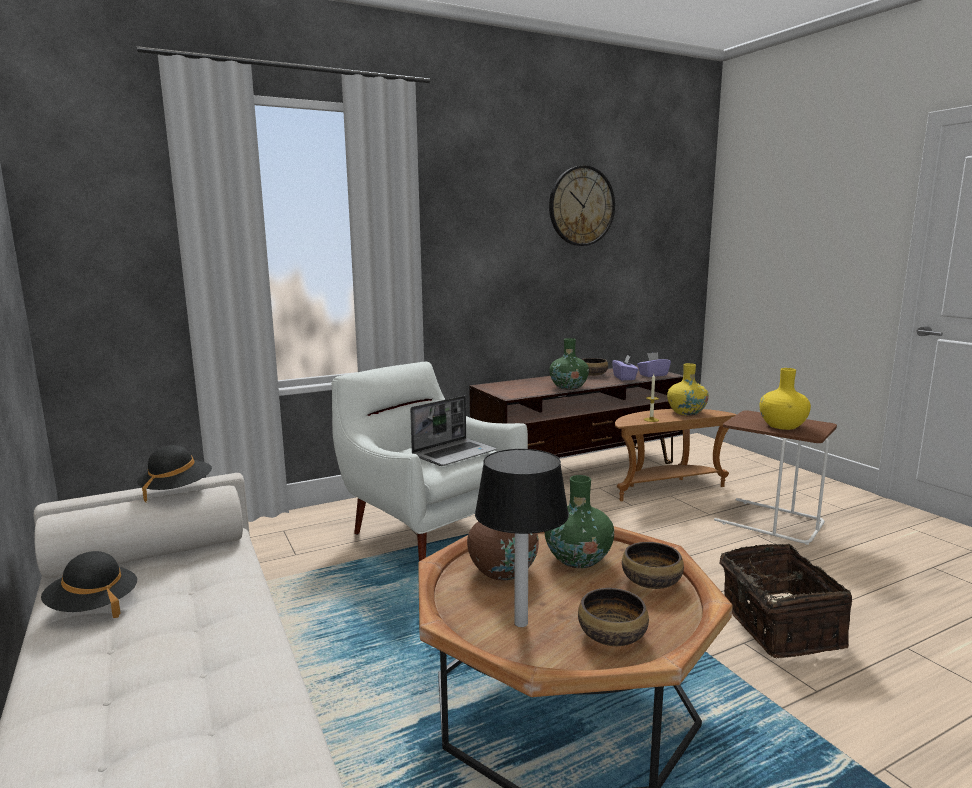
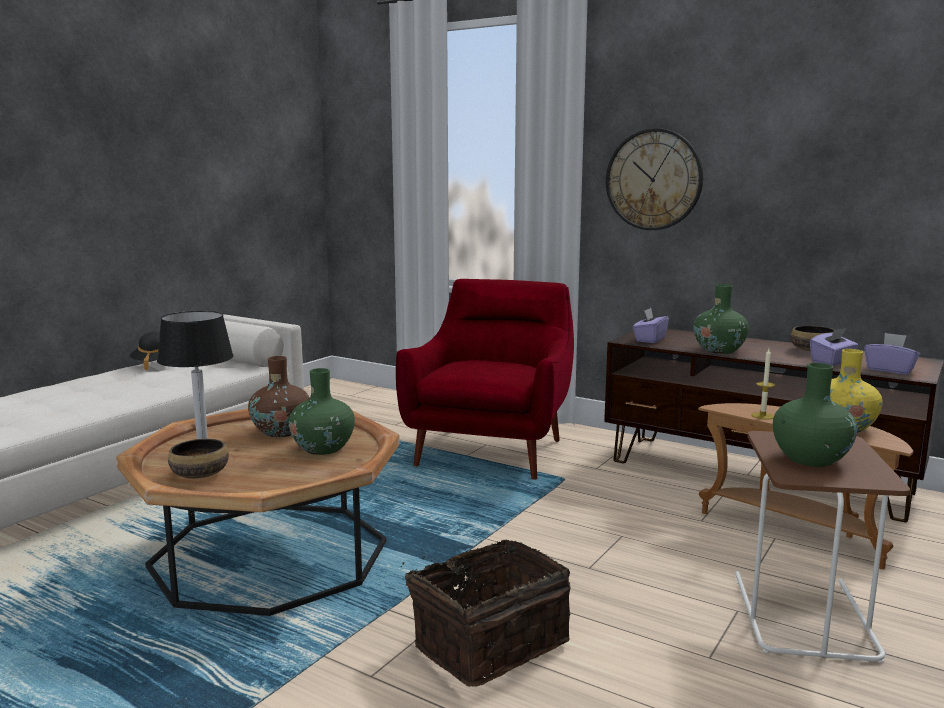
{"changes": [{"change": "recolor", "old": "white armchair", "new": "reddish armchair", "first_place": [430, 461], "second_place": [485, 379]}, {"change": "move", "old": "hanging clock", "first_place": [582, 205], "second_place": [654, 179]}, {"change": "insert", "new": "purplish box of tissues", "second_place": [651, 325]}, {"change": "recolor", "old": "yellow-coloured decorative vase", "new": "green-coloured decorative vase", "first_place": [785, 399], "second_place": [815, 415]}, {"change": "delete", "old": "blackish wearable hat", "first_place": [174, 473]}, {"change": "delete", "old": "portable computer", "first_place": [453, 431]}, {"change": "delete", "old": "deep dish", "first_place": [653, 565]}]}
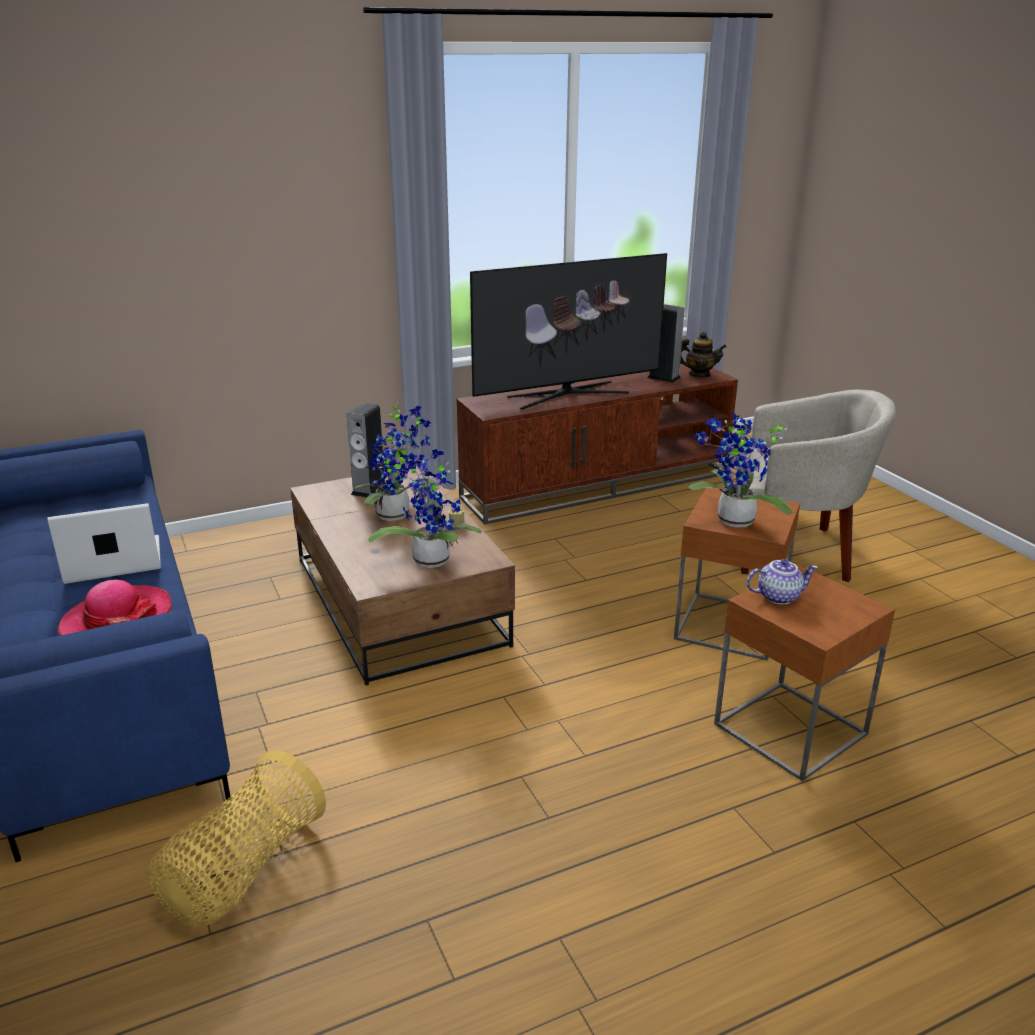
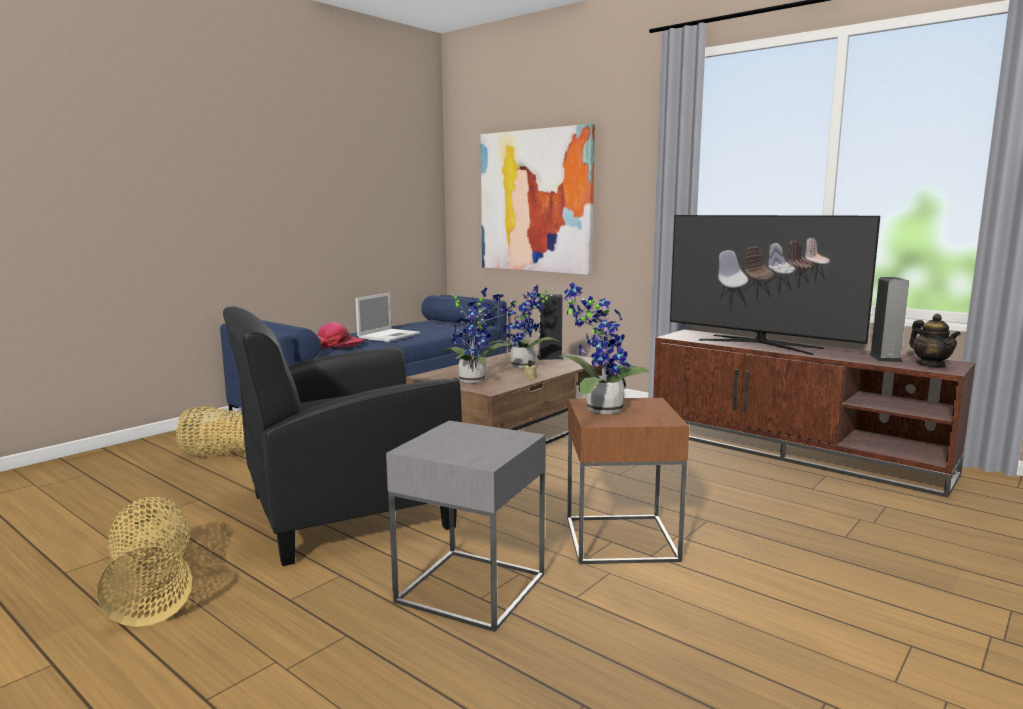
{"changes": [{"change": "insert", "new": "storage basket", "second_place": [144, 562]}, {"change": "insert", "new": "blackish armchair", "second_place": [342, 436]}, {"change": "rotate", "old": "portable computer", "first_place": [104, 543], "second_place": [388, 317], "degrees": 75}, {"change": "recolor", "old": "brown-coloured accent table", "new": "greyish accent table", "first_place": [804, 673], "second_place": [466, 526]}, {"change": "insert", "new": "picture", "second_place": [537, 199]}, {"change": "delete", "old": "beige armchair", "first_place": [815, 486]}, {"change": "delete", "old": "pot for tea", "first_place": [782, 582]}]}
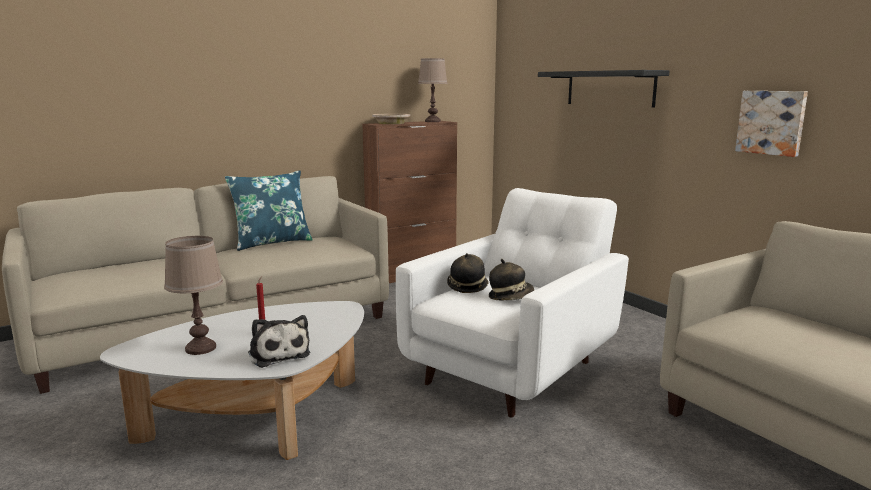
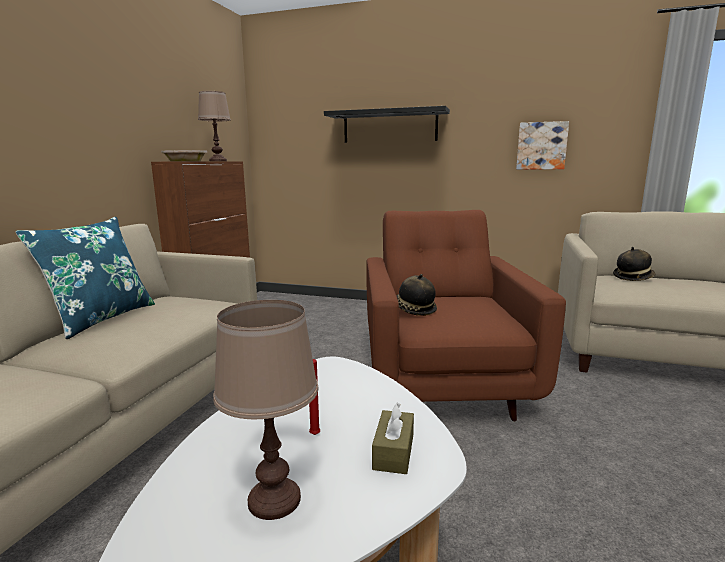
{"changes": [{"change": "recolor", "old": "white armchair", "new": "brown-coloured armchair", "first_place": [512, 303], "second_place": [466, 315]}, {"change": "replace", "old": "cuddly toy", "new": "brown-coloured box of tissues", "first_place": [279, 341], "second_place": [393, 438]}, {"change": "move", "old": "wearable hat", "first_place": [511, 280], "second_place": [634, 264]}]}
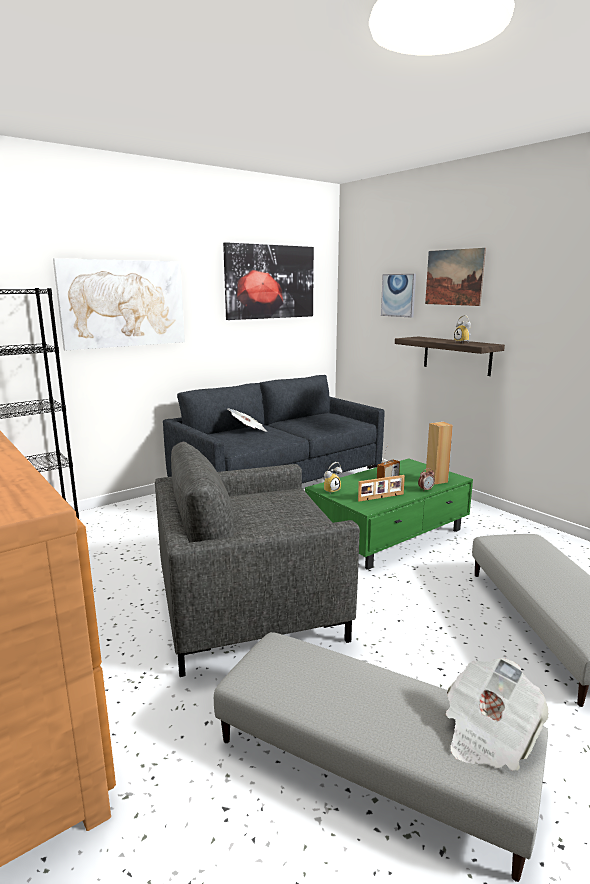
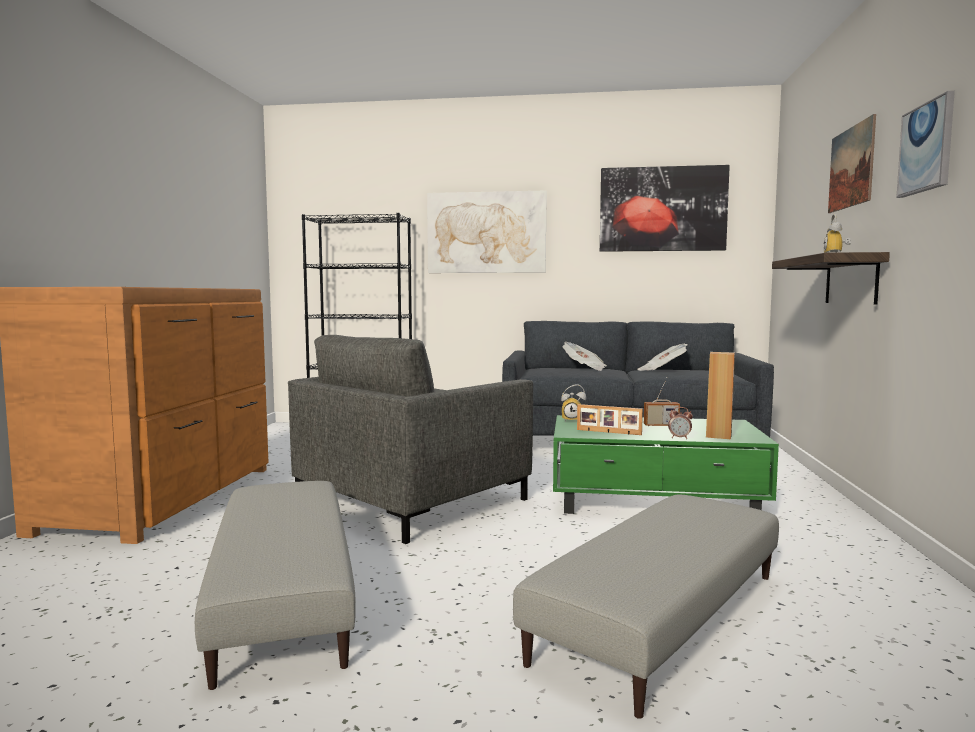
{"changes": [{"change": "rotate", "old": "greyish armchair", "first_place": [257, 559], "second_place": [410, 439], "degrees": -75}, {"change": "move", "old": "printed paper", "first_place": [497, 714], "second_place": [662, 357]}, {"change": "move", "old": "picture", "first_place": [398, 296], "second_place": [925, 144]}]}
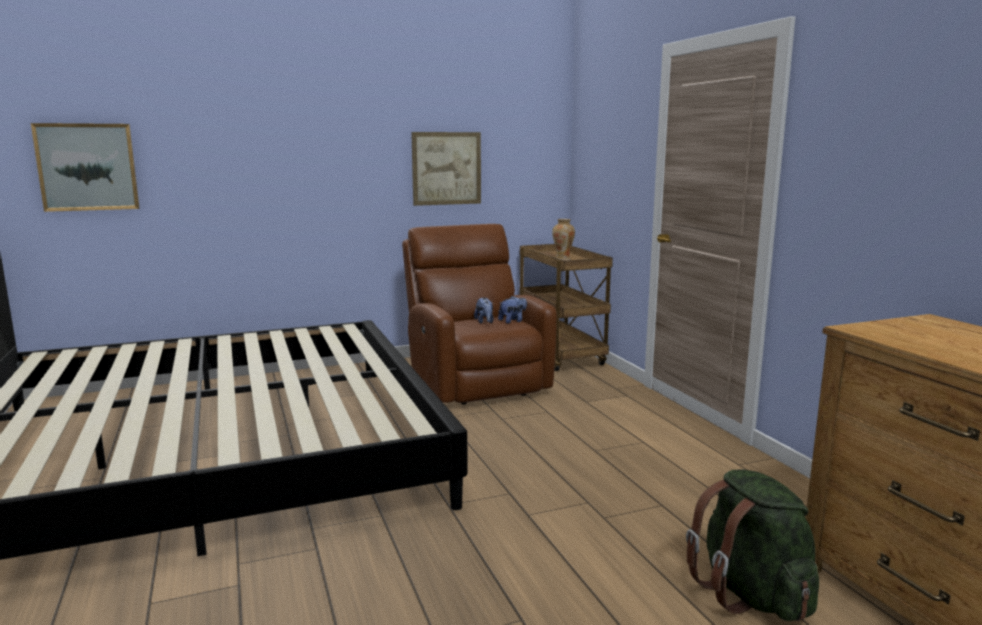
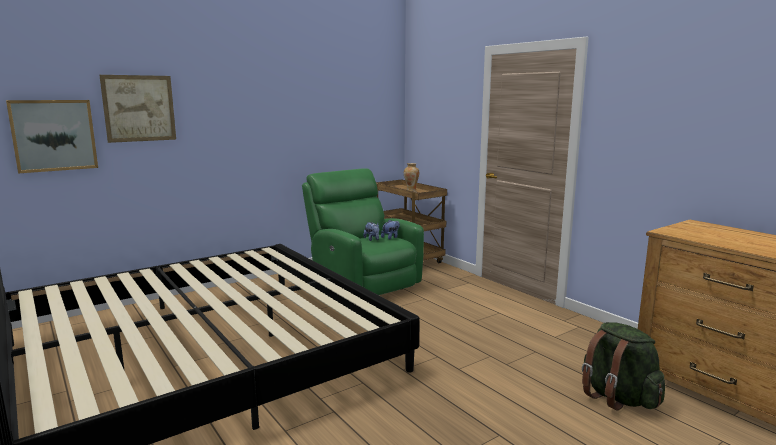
{"changes": [{"change": "move", "old": "picture", "first_place": [446, 169], "second_place": [137, 109]}, {"change": "recolor", "old": "brown-coloured armchair", "new": "green-coloured armchair", "first_place": [479, 314], "second_place": [363, 231]}]}
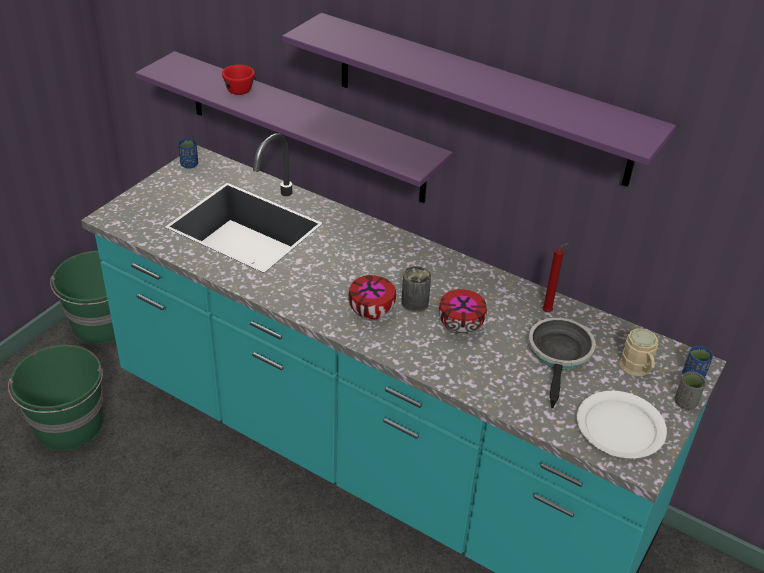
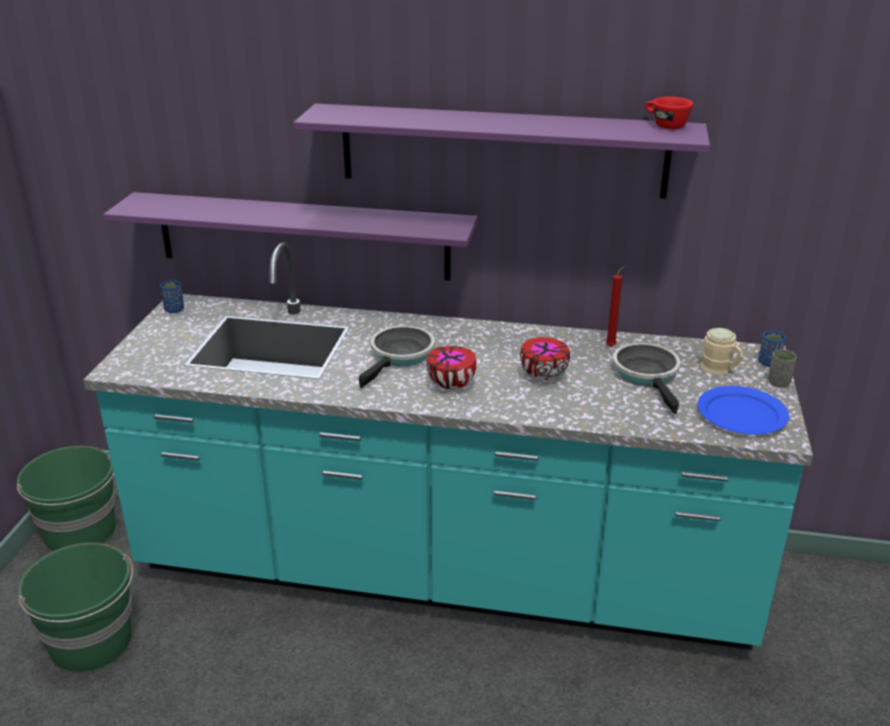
{"changes": [{"change": "insert", "new": "skillet", "second_place": [397, 357]}, {"change": "move", "old": "reddish cup", "first_place": [238, 80], "second_place": [669, 113]}, {"change": "recolor", "old": "white dinner plate", "new": "bluish dinner plate", "first_place": [622, 424], "second_place": [743, 410]}, {"change": "delete", "old": "can", "first_place": [416, 289]}]}
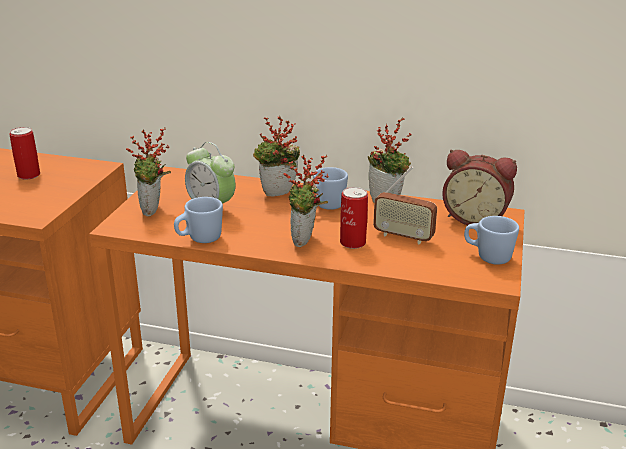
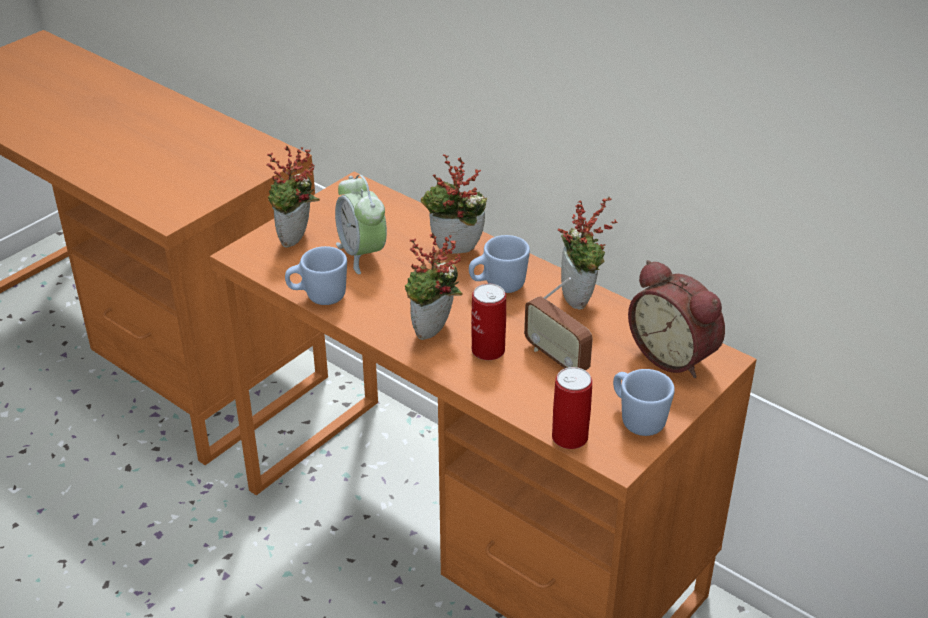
{"changes": [{"change": "move", "old": "can", "first_place": [24, 153], "second_place": [572, 408]}]}
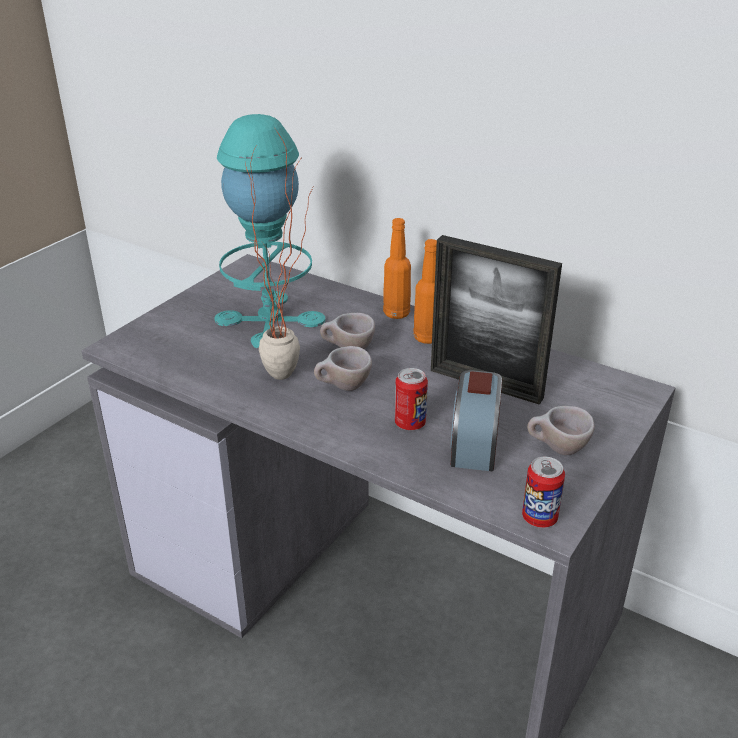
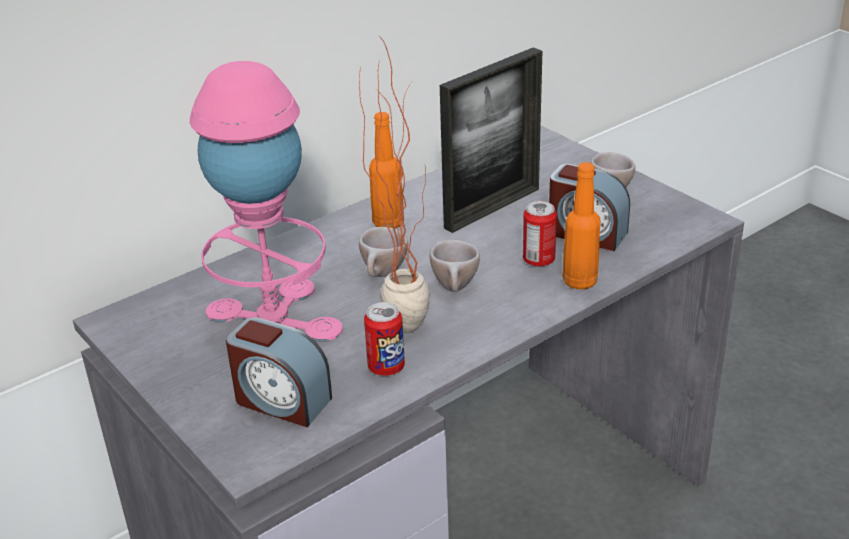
{"changes": [{"change": "recolor", "old": "turquoise-coloured table lamp", "new": "pink-coloured table lamp", "first_place": [270, 231], "second_place": [266, 201]}, {"change": "insert", "new": "bedside clock", "second_place": [279, 372]}, {"change": "move", "old": "can", "first_place": [543, 492], "second_place": [384, 339]}, {"change": "move", "old": "orange bottle", "first_place": [397, 268], "second_place": [581, 225]}]}
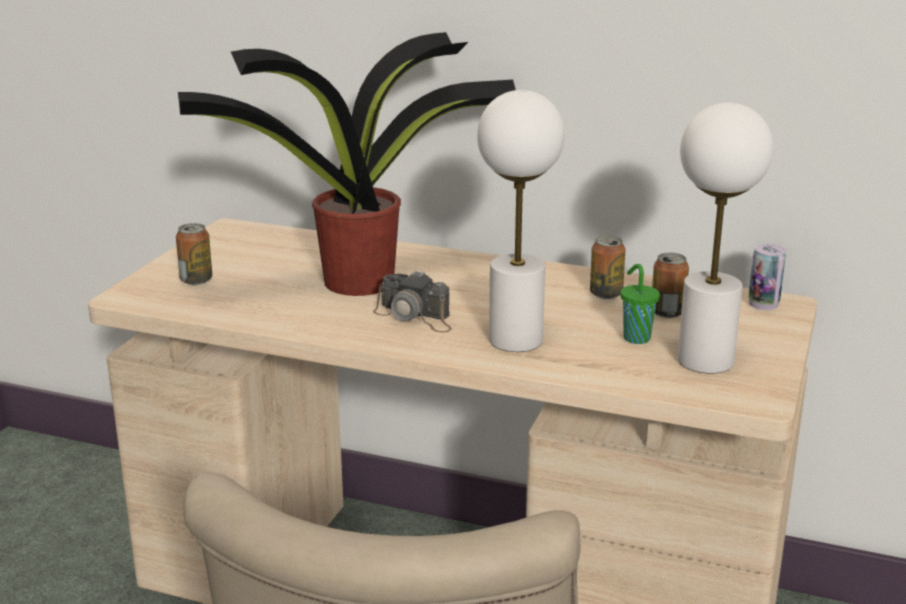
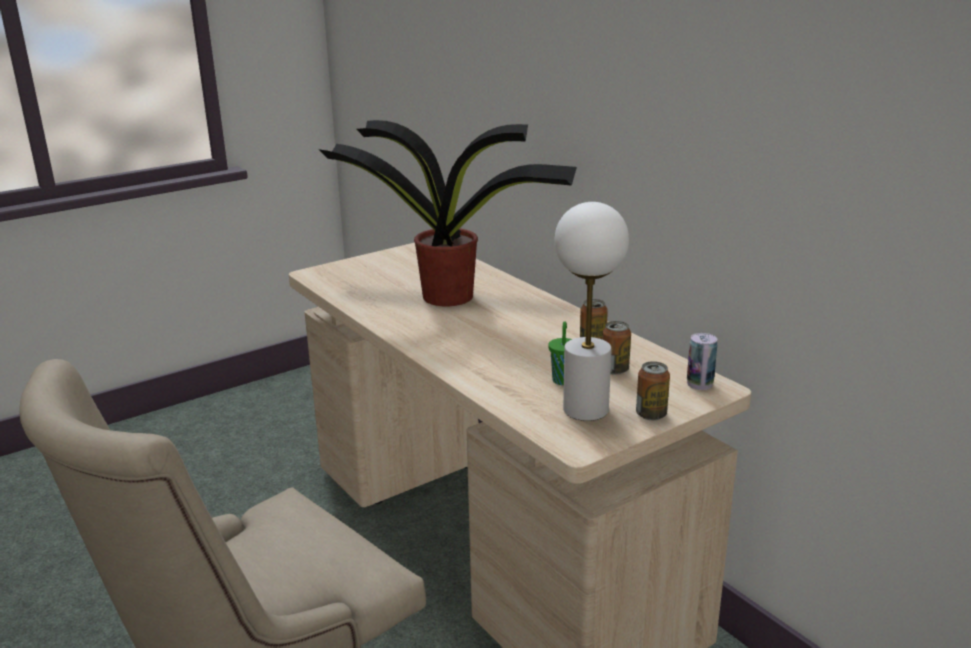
{"changes": [{"change": "move", "old": "can", "first_place": [194, 254], "second_place": [653, 390]}, {"change": "delete", "old": "photo camera", "first_place": [412, 301]}, {"change": "delete", "old": "white table lamp", "first_place": [521, 221]}]}
